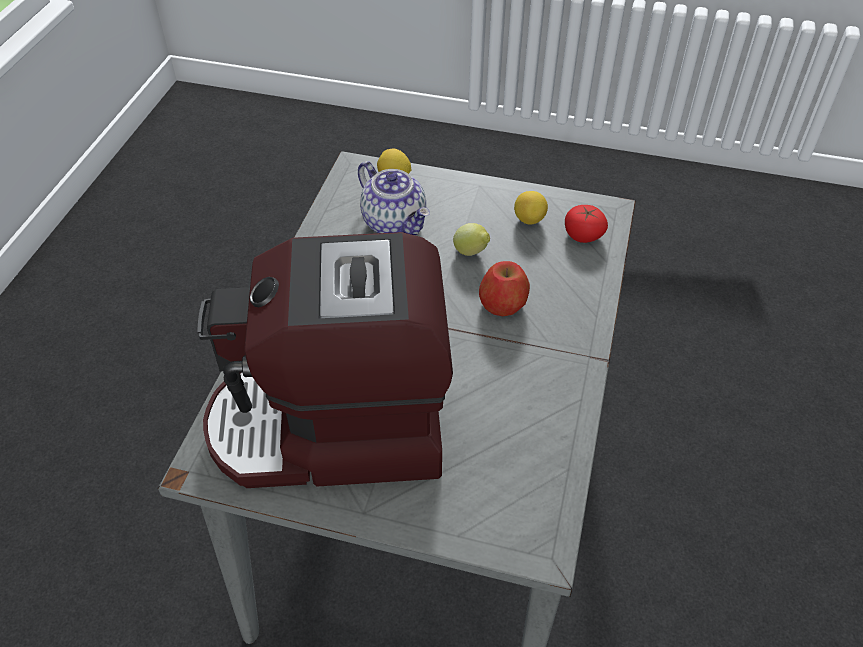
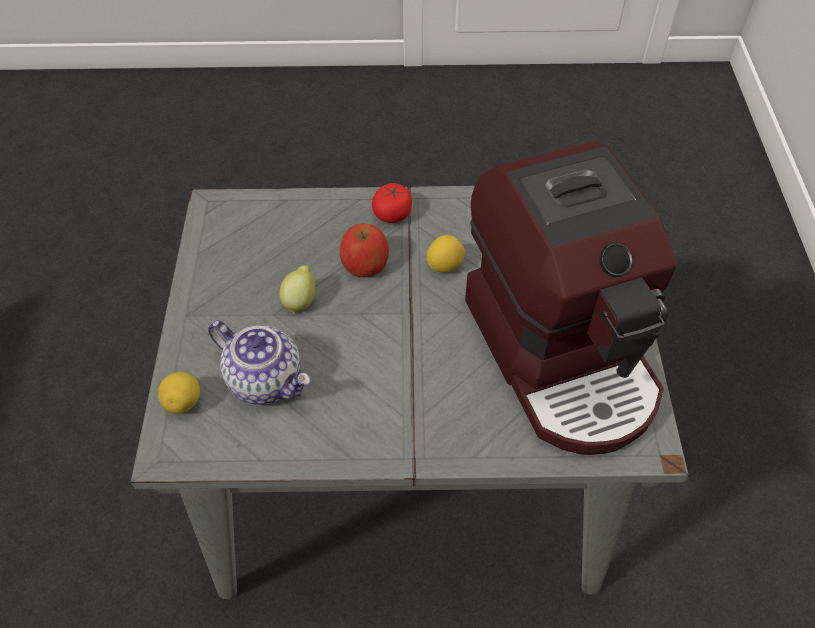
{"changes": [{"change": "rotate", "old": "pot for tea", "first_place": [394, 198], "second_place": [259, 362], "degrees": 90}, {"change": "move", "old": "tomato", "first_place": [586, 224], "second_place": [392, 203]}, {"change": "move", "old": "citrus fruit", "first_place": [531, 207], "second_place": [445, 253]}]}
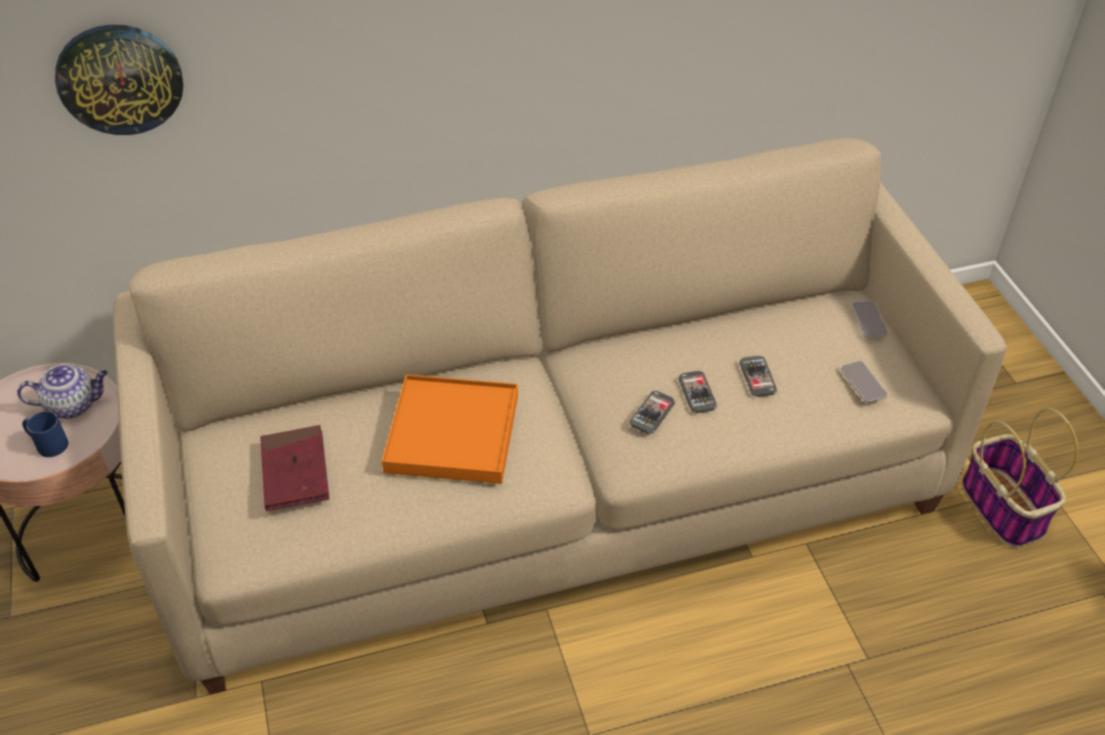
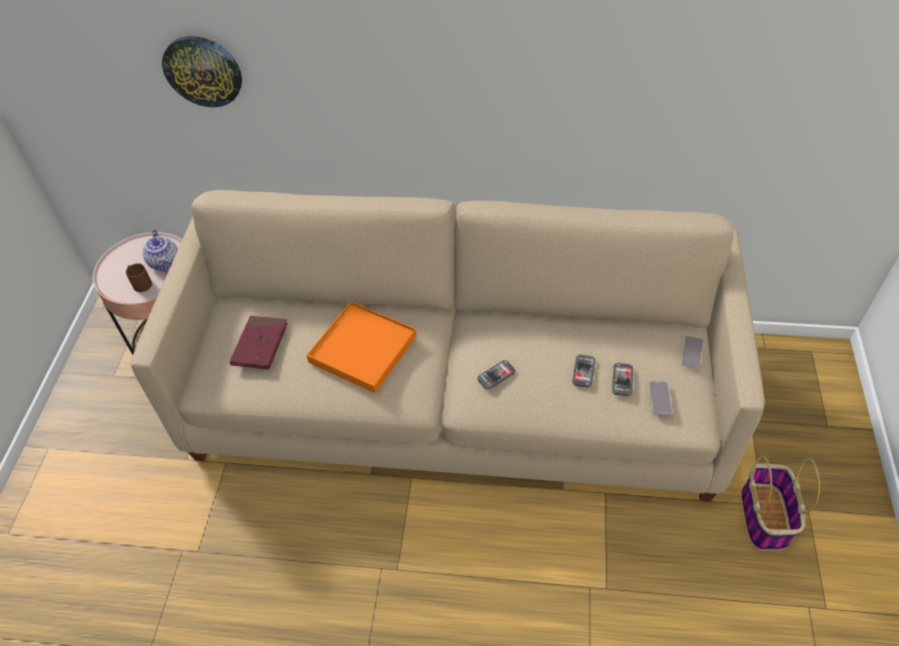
{"changes": [{"change": "recolor", "old": "bluish tea mug", "new": "brown-coloured tea mug", "first_place": [45, 434], "second_place": [139, 277]}, {"change": "rotate", "old": "pot for tea", "first_place": [62, 391], "second_place": [160, 250], "degrees": 60}, {"change": "move", "old": "telephone", "first_place": [697, 392], "second_place": [622, 379]}]}
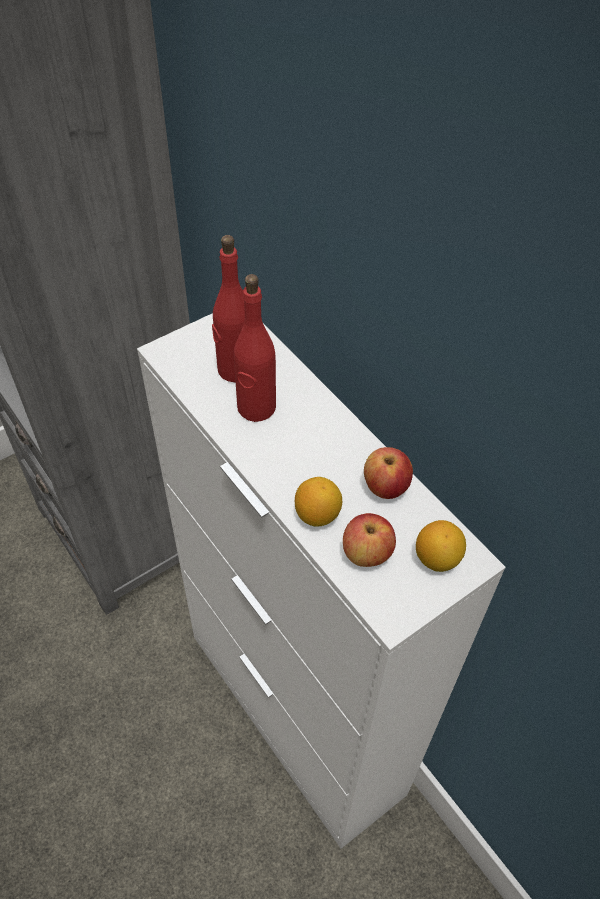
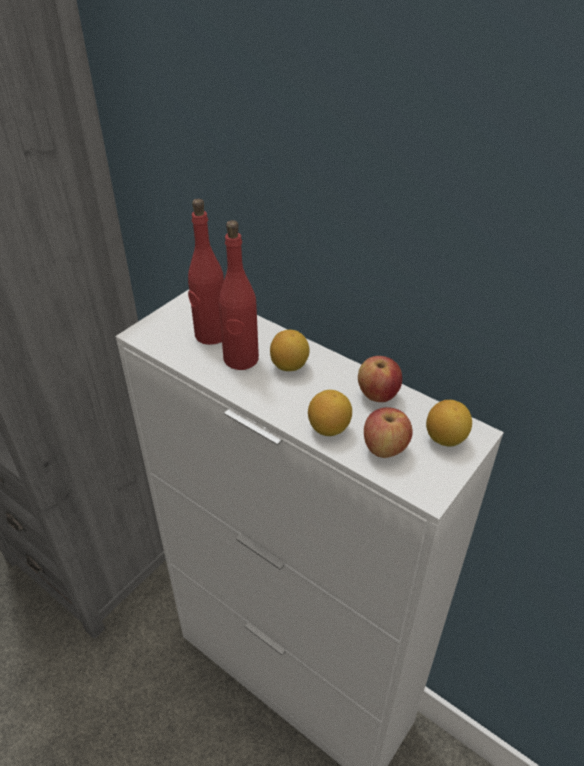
{"changes": [{"change": "insert", "new": "citrus fruit", "second_place": [290, 350]}]}
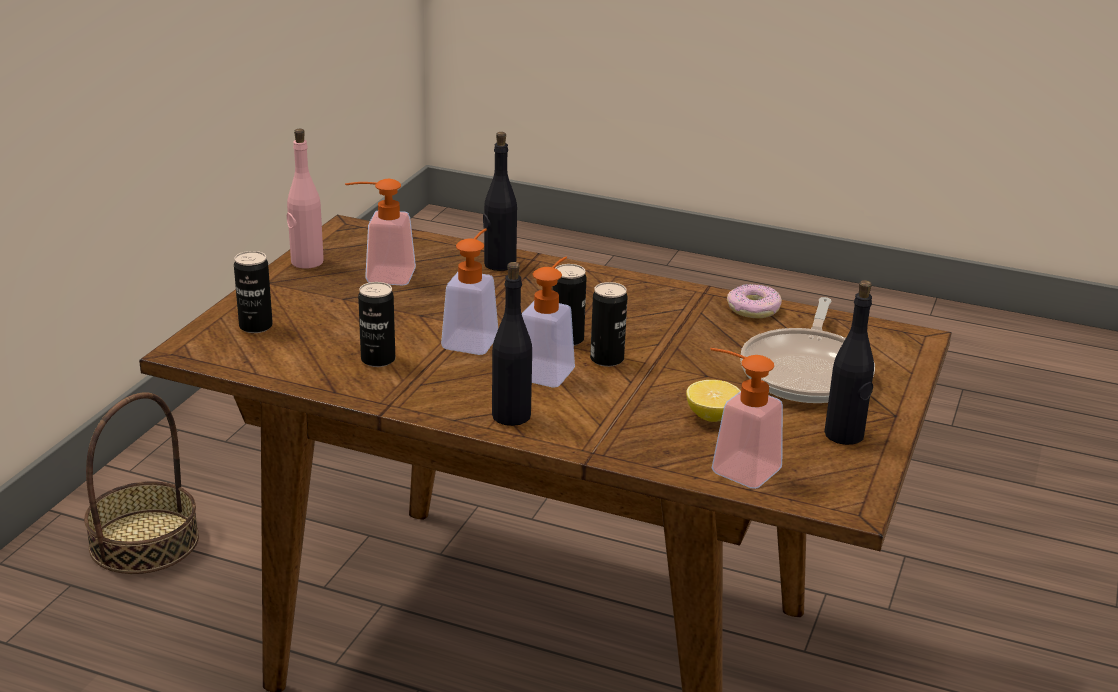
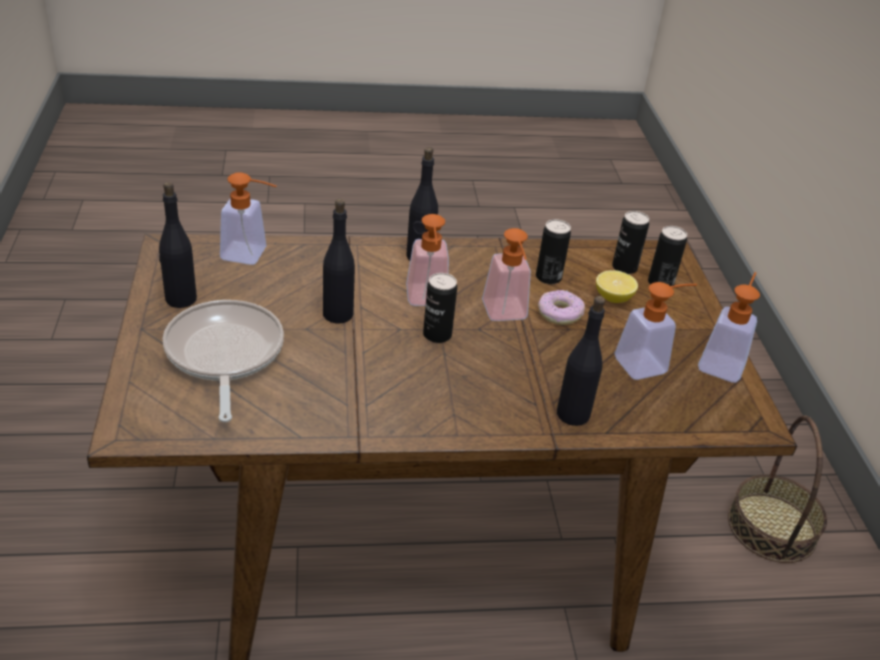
{"changes": [{"change": "insert", "new": "blackish bottle", "second_place": [339, 261]}, {"change": "move", "old": "doughnut", "first_place": [754, 301], "second_place": [561, 307]}, {"change": "move", "old": "citrus fruit", "first_place": [713, 401], "second_place": [617, 286]}, {"change": "move", "old": "can", "first_place": [609, 324], "second_place": [630, 242]}, {"change": "replace", "old": "pink-coloured bottle", "new": "soap dispenser", "first_place": [305, 198], "second_place": [729, 327]}]}
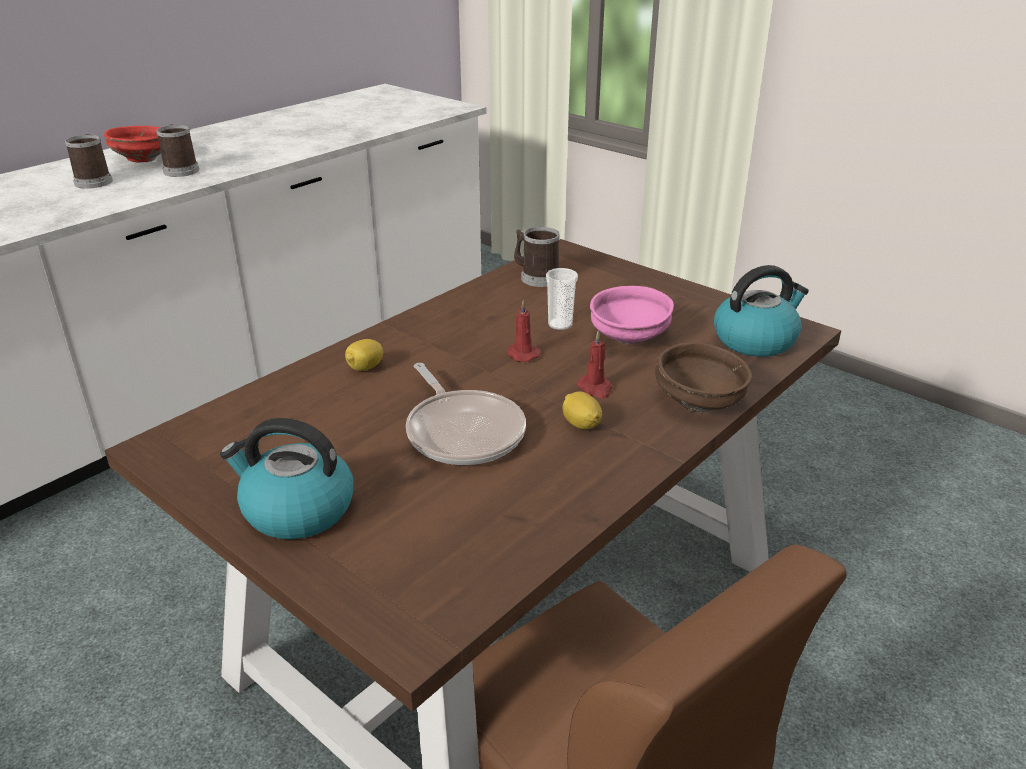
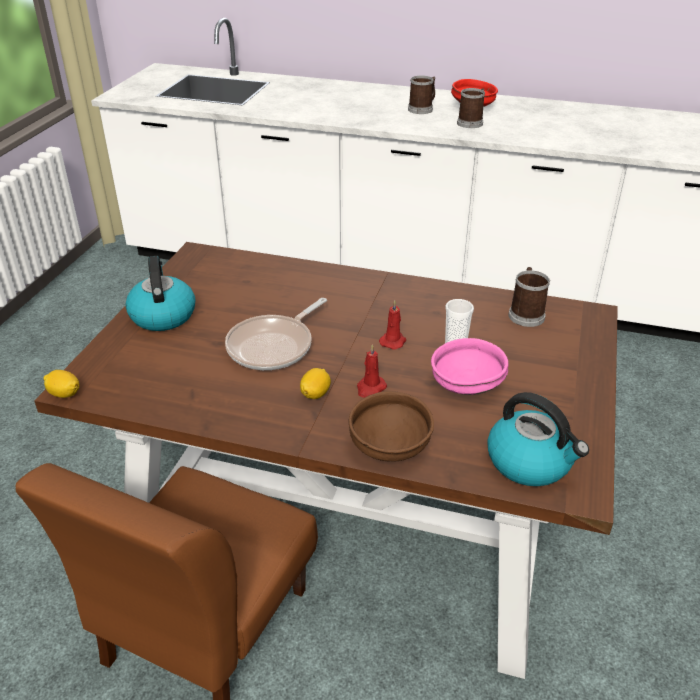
{"changes": [{"change": "move", "old": "citrus fruit", "first_place": [364, 355], "second_place": [61, 384]}]}
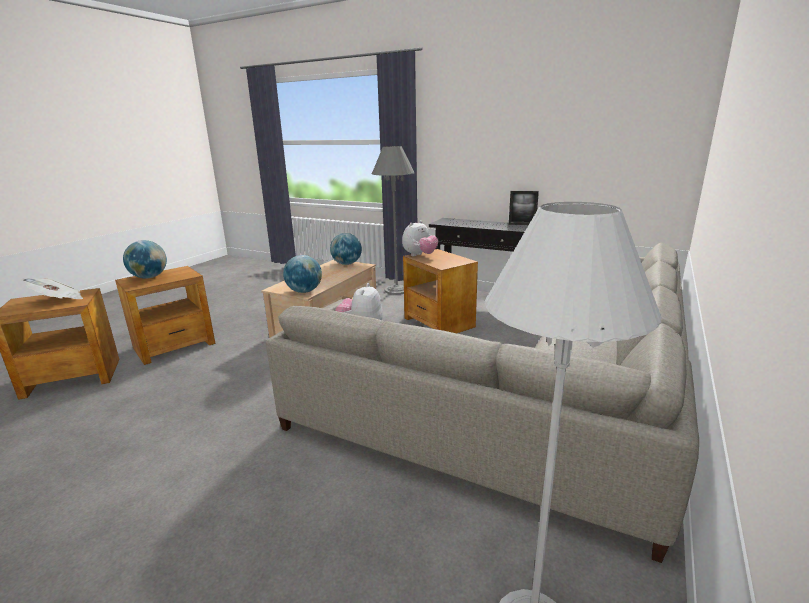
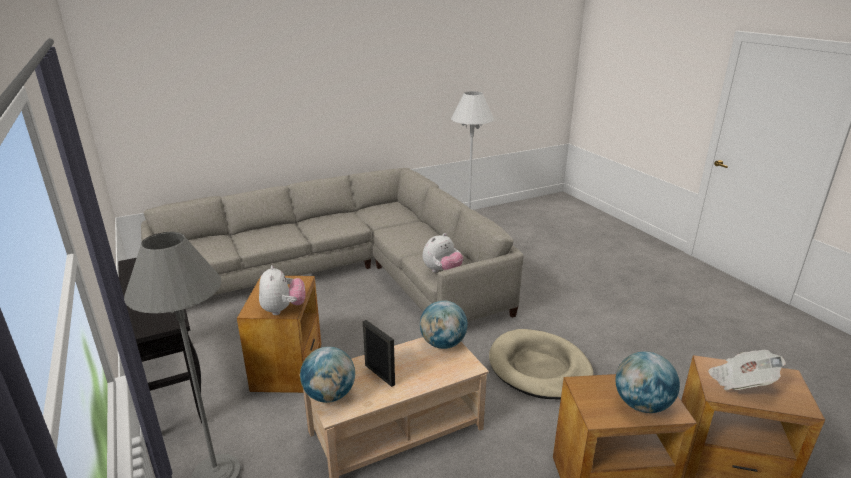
{"changes": [{"change": "rotate", "old": "cuddly toy", "first_place": [420, 238], "second_place": [282, 290], "degrees": 90}, {"change": "move", "old": "photo frame", "first_place": [524, 208], "second_place": [379, 353]}, {"change": "insert", "new": "beige dog bed", "second_place": [541, 364]}]}
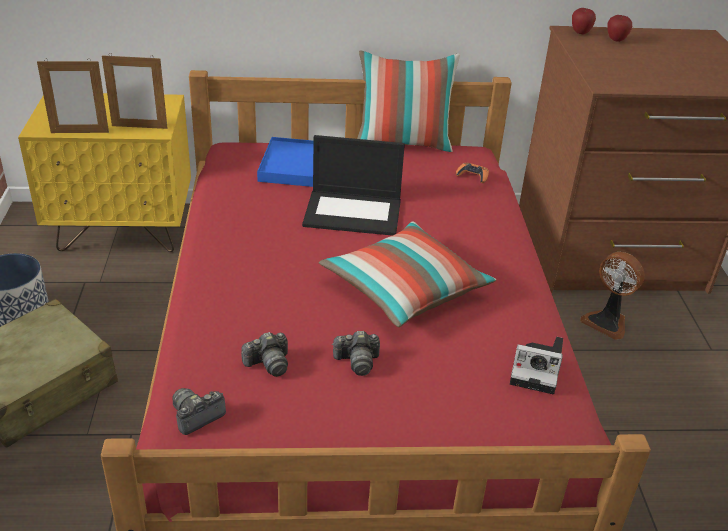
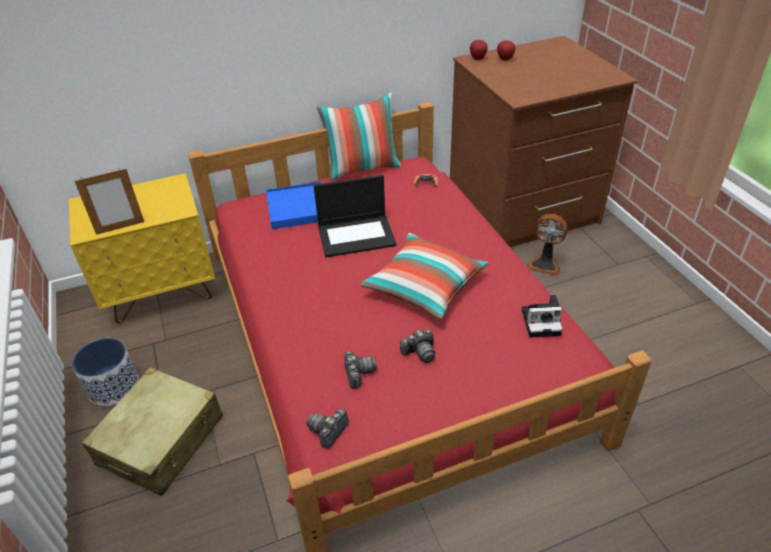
{"changes": [{"change": "rotate", "old": "photo camera", "first_place": [264, 354], "second_place": [360, 370], "degrees": -60}, {"change": "delete", "old": "photo frame", "first_place": [135, 91]}]}
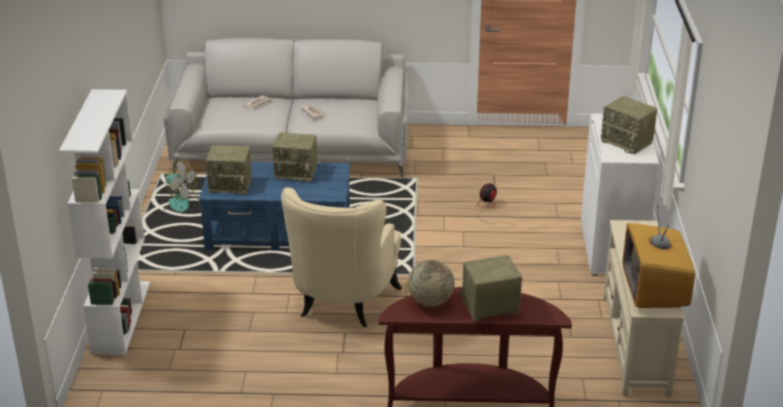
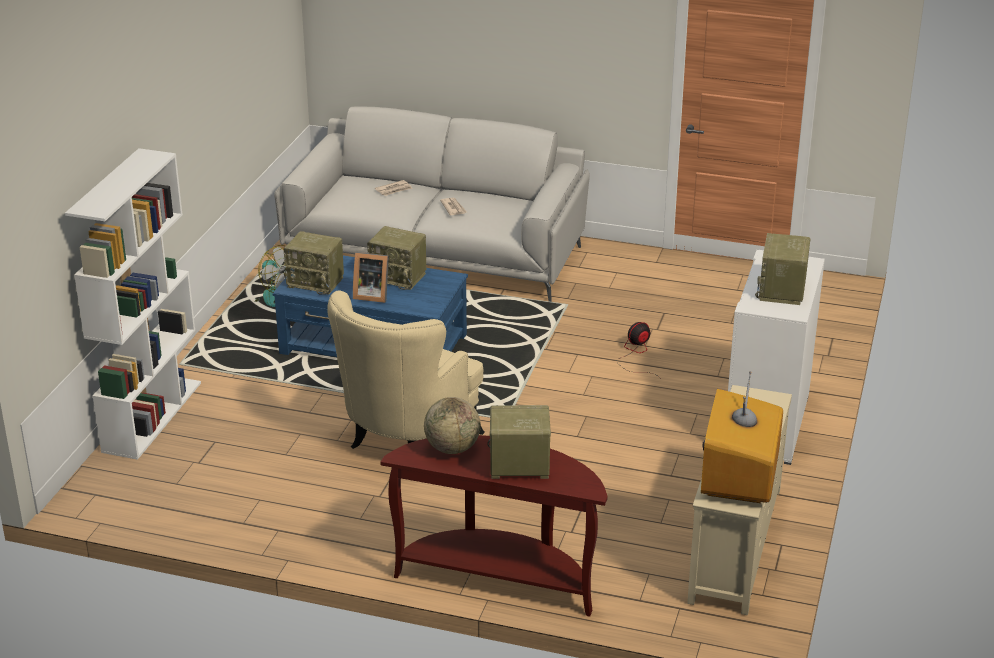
{"changes": [{"change": "insert", "new": "photo frame", "second_place": [371, 277]}, {"change": "rotate", "old": "radio", "first_place": [629, 125], "second_place": [782, 269], "degrees": 45}]}
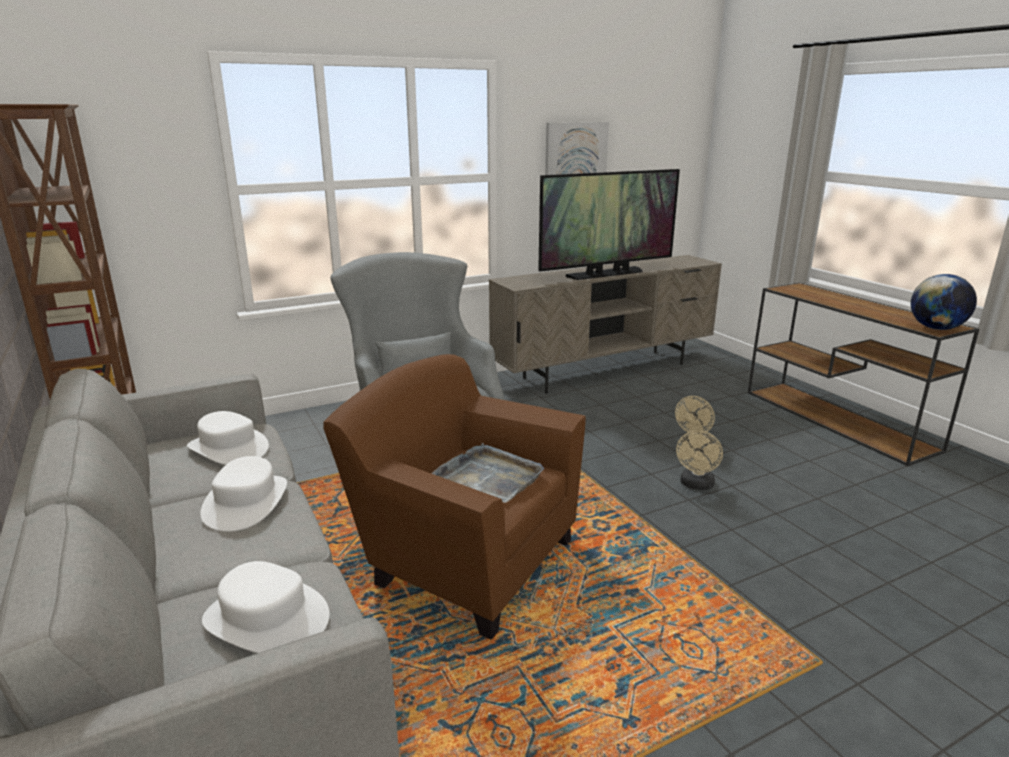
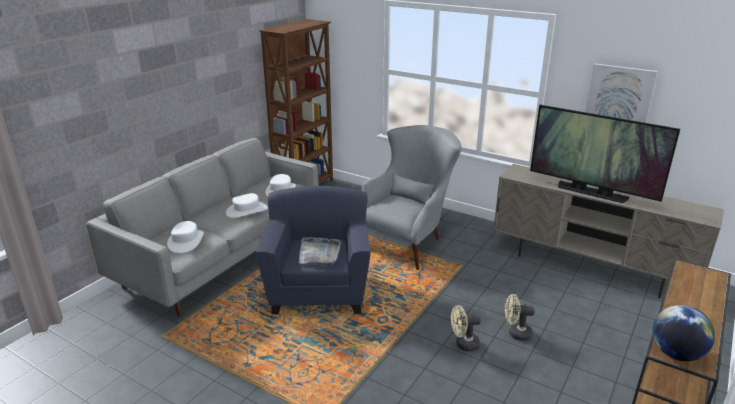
{"changes": [{"change": "recolor", "old": "brown-coloured armchair", "new": "bluish armchair", "first_place": [454, 496], "second_place": [313, 250]}]}
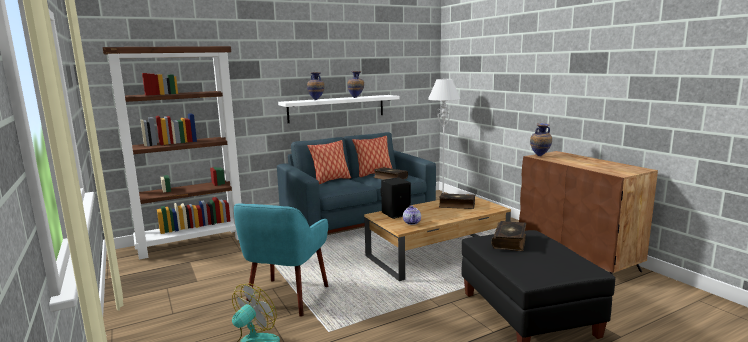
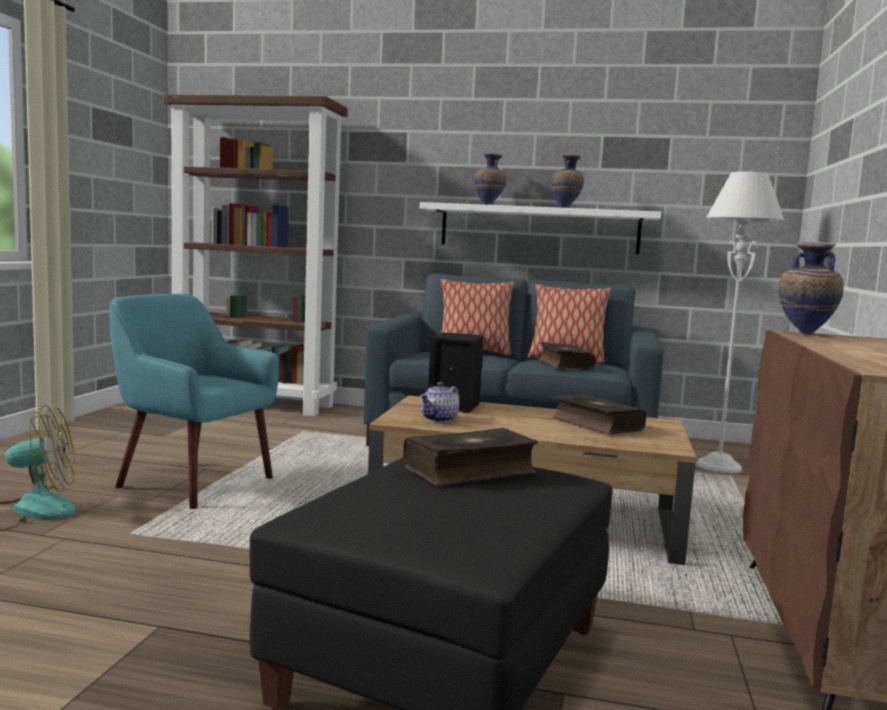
{"changes": [{"change": "rotate", "old": "turquoise-coloured armchair", "first_place": [281, 260], "second_place": [194, 401], "degrees": 60}]}
